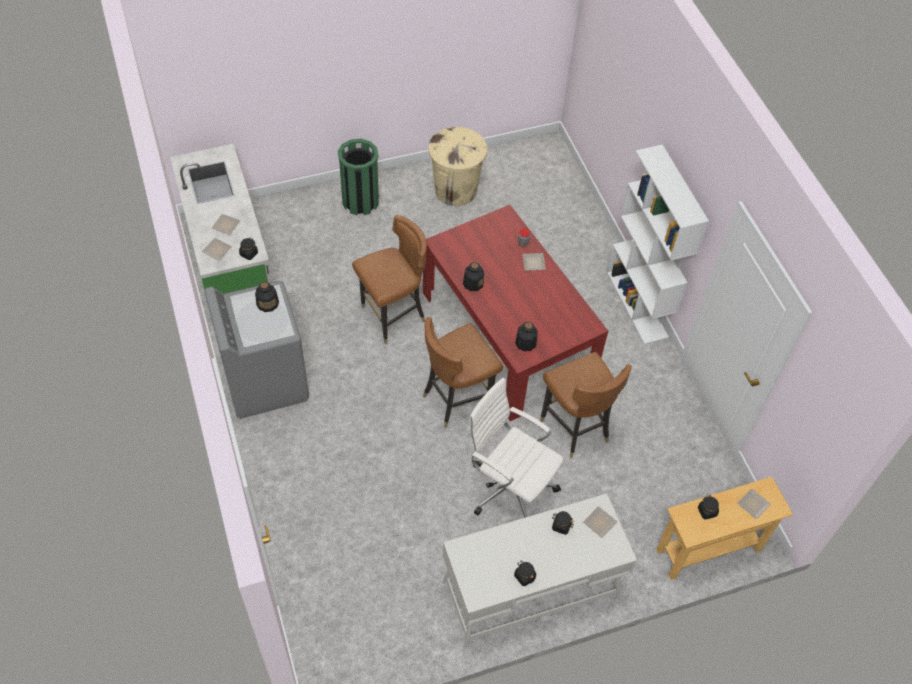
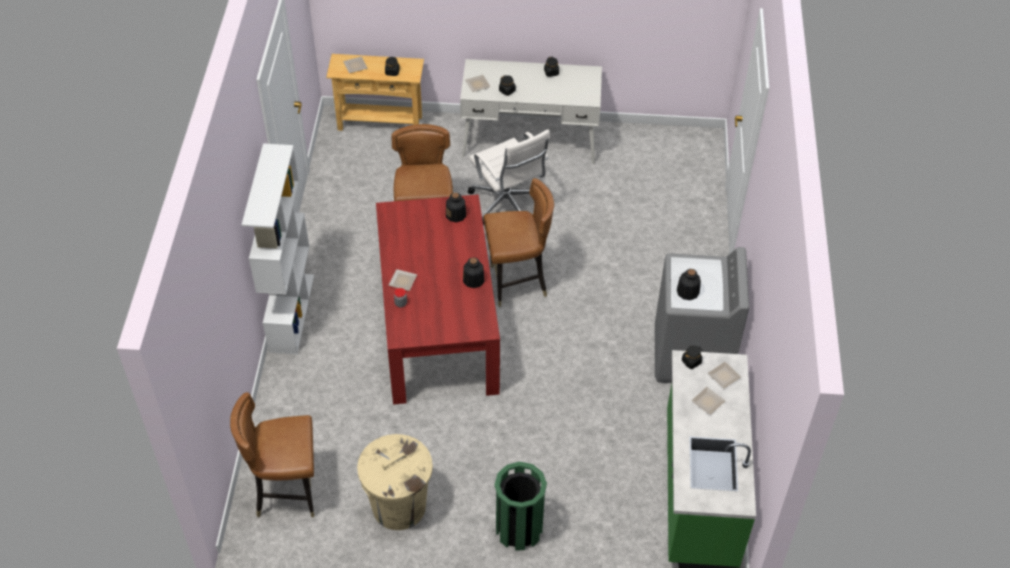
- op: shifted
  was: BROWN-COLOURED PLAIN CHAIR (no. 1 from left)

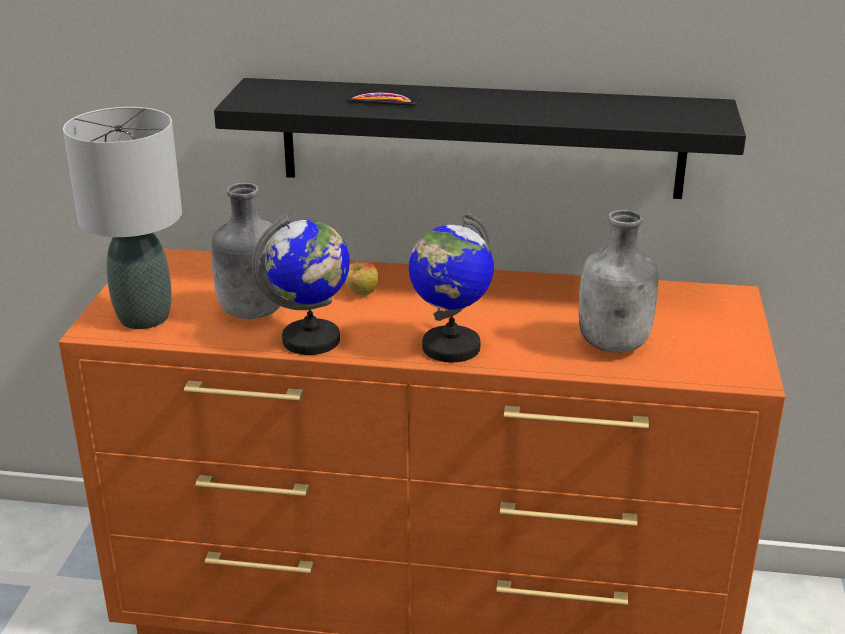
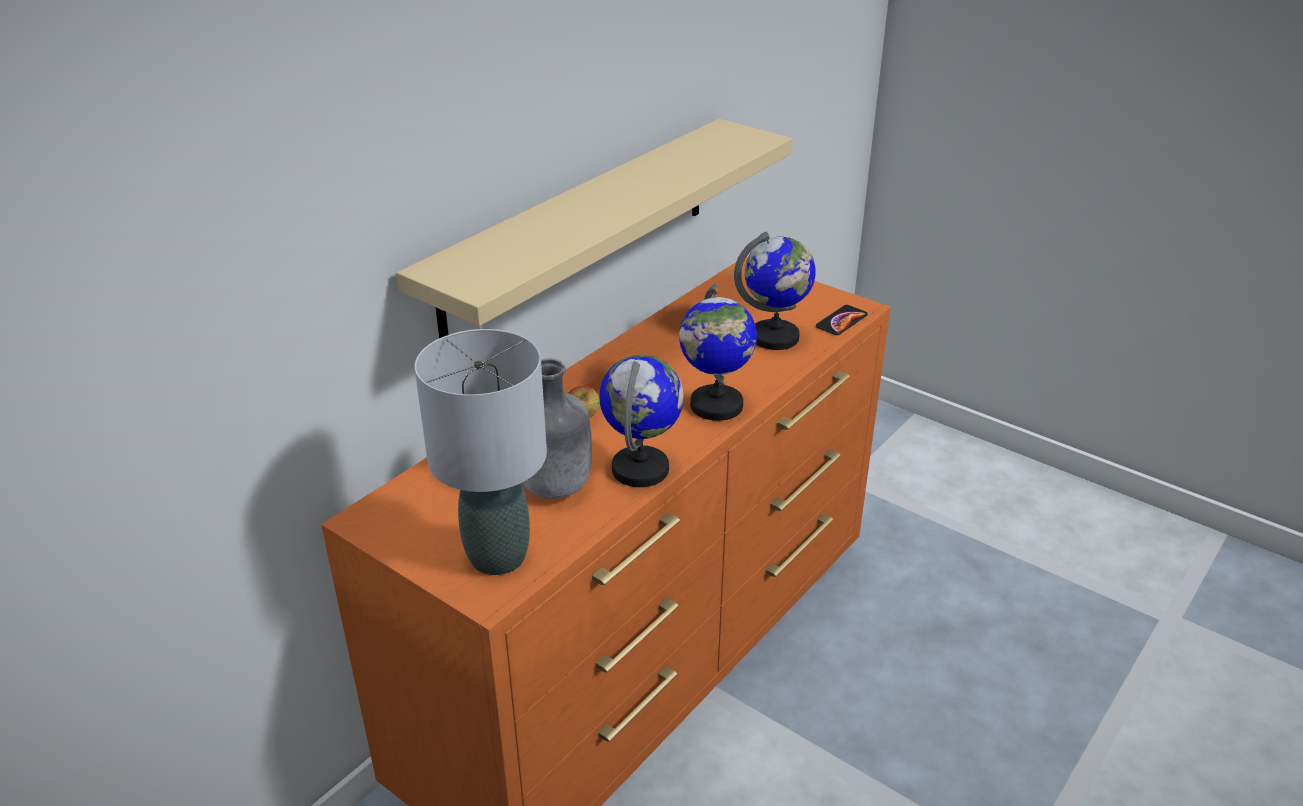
- op: repainted
  was: BLACK-COLOURED WALL SHELF
  now: SAND-COLOURED WALL SHELF
- op: shifted
  was: TELEPHONE
- op: swapped
  was: GREYISH BOTTLE (no. 2 from left)
  now: GLOBE (no. 3 from left)

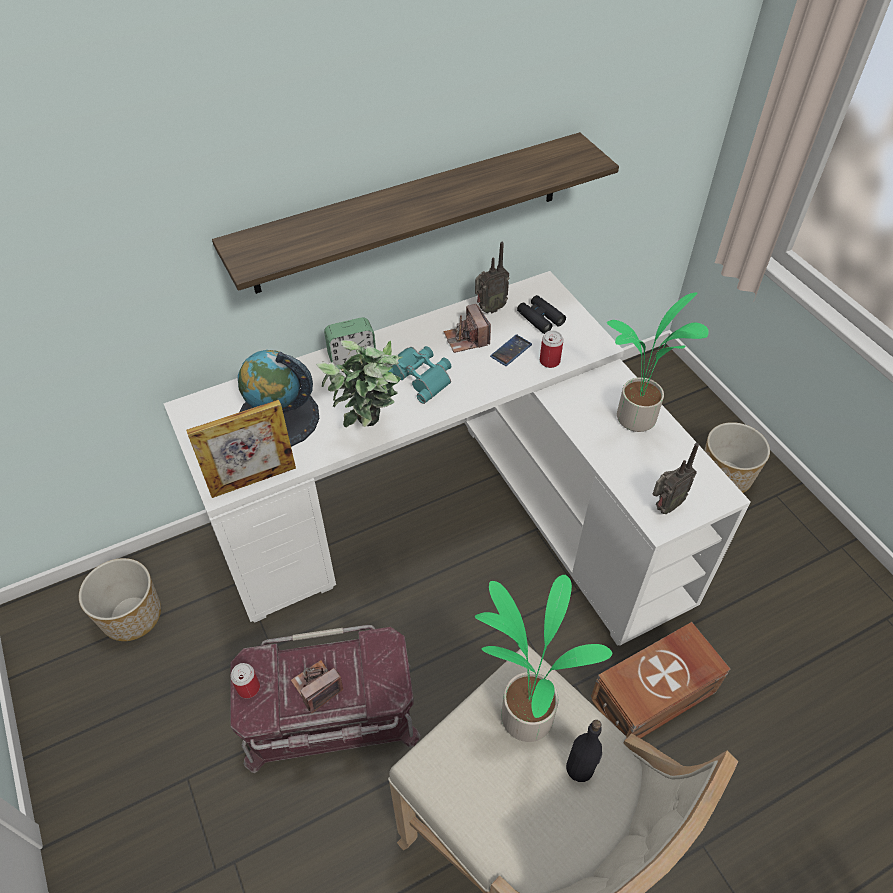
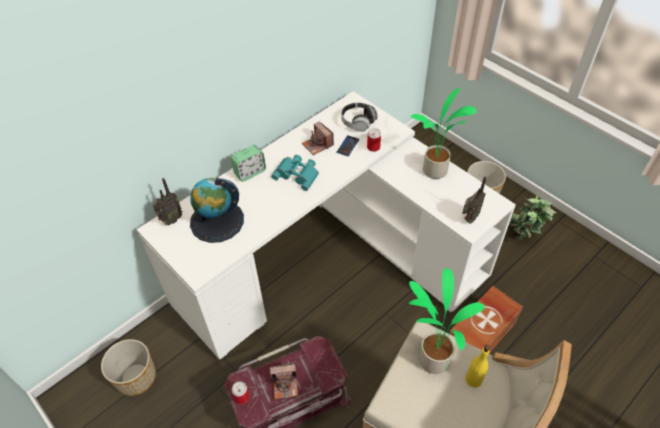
- op: gone
  was: PICTURE FRAME
- op: gone
  was: WALL SHELF
- op: rotated
  was: STILL CAMERA (no. 1 from left)
  clockwise: -135
- op: shifted
  was: POTTED PLANT (no. 1 from left in the first image)
  now: POTTED PLANT (no. 3 from left)
- op: shifted
  was: RADIO RECEIVER (no. 1 from left)
- op: swapped
  was: BLACK-COLOURED PAIR OF BINOCULARS
  now: HEADPHONES
- op: repainted
  was: BLACK-COLOURED BOTTLE
  now: YELLOW BOTTLE

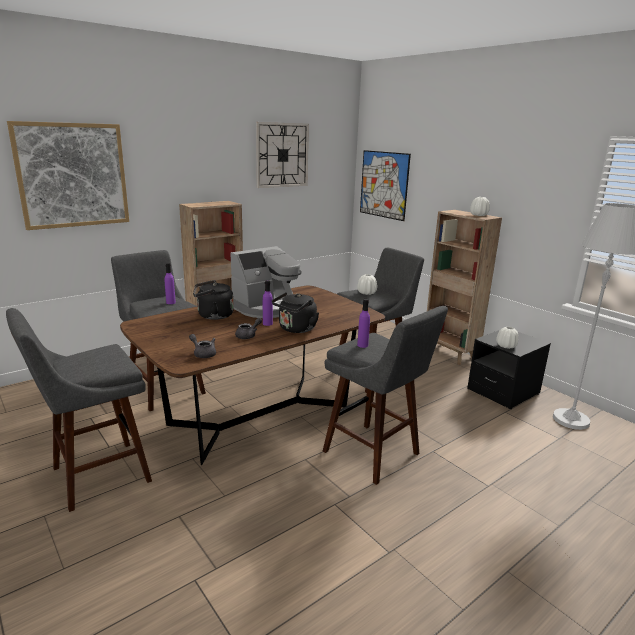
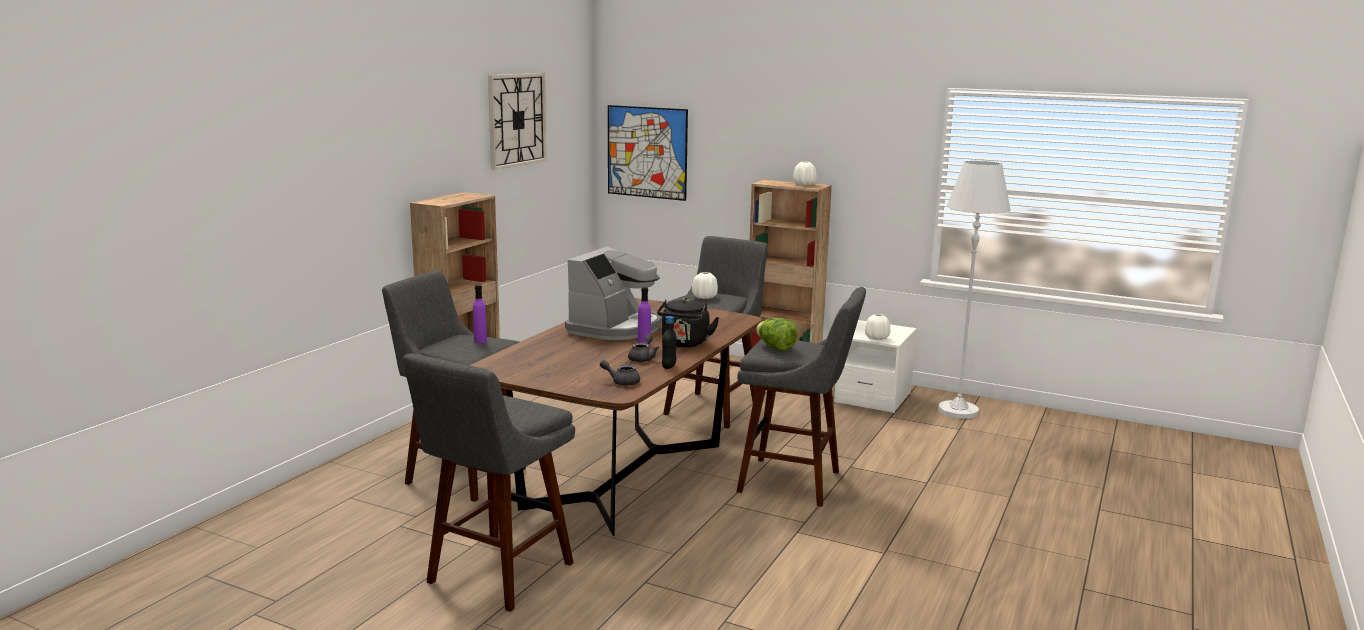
- op: gone
  was: WALL ART (no. 1 from left)
- op: gone
  was: BLACK-COLOURED WATER KETTLE (no. 1 from left)
- op: swapped
  was: PURPLE-COLOURED BOTTLE (no. 3 from left)
  now: HEAD OF LETTUCE
- op: repainted
  was: BLACK-COLOURED NIGHT TABLE
  now: WHITISH NIGHT TABLE
- op: new
  now: BLACK-COLOURED BOTTLE

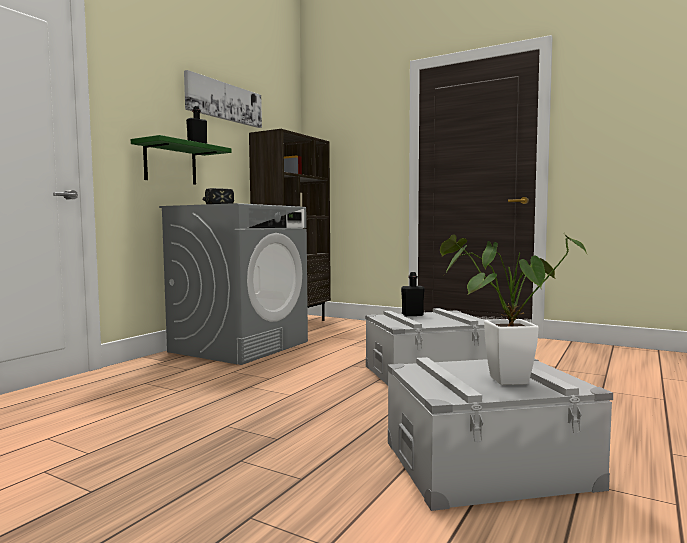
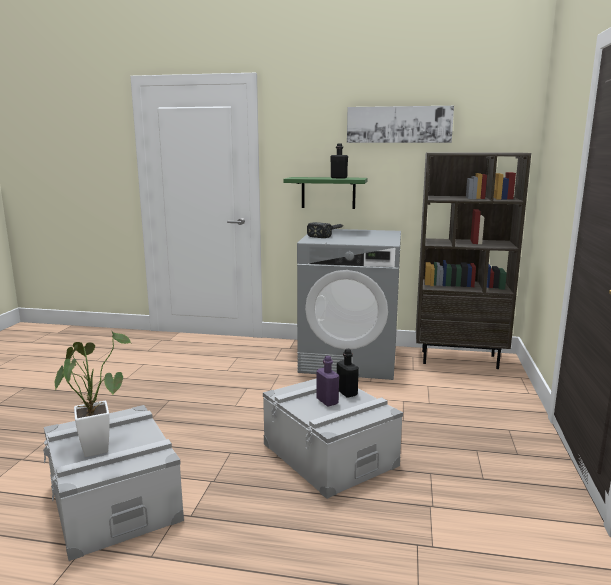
- op: new
  now: PURPLE-COLOURED BOTTLE

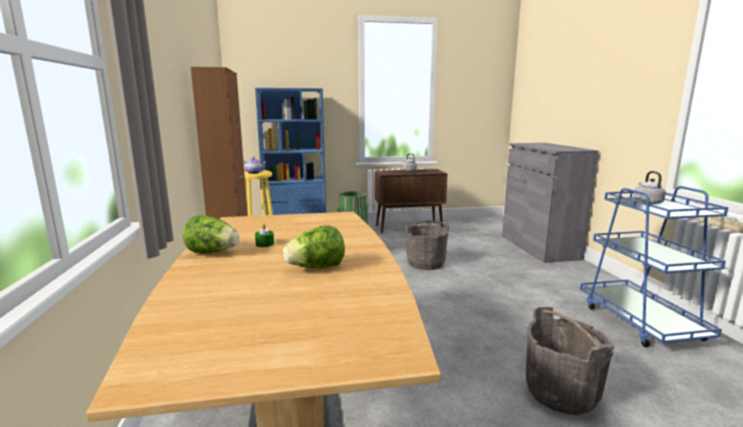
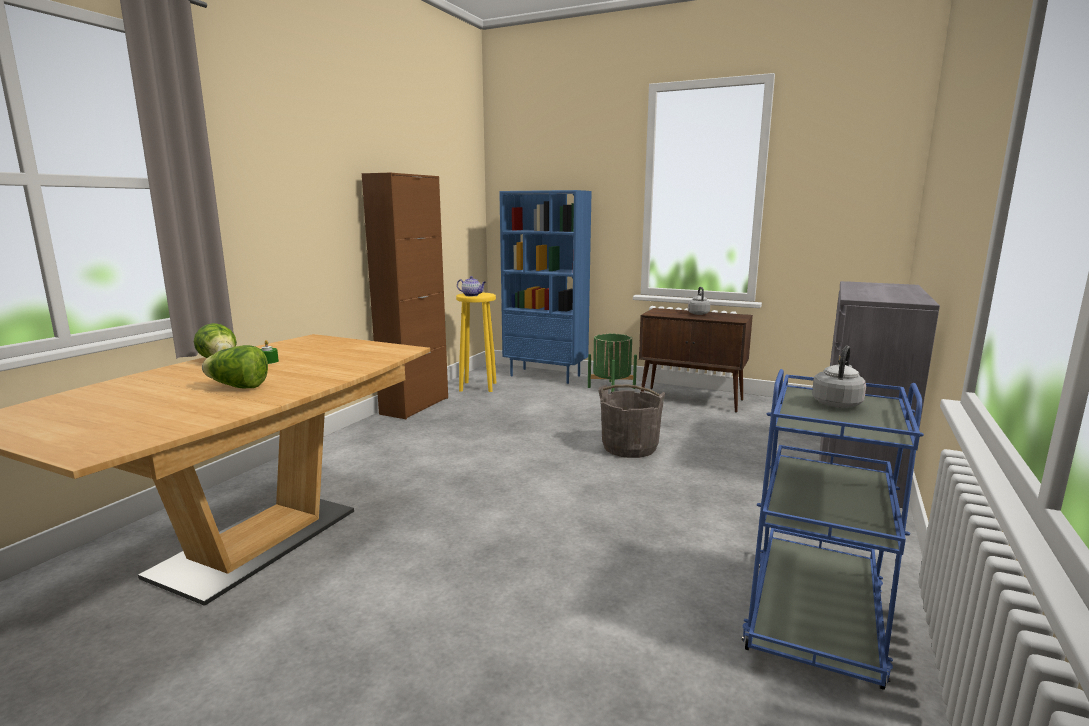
- op: gone
  was: GREYISH WATER BUCKET (no. 2 from left)

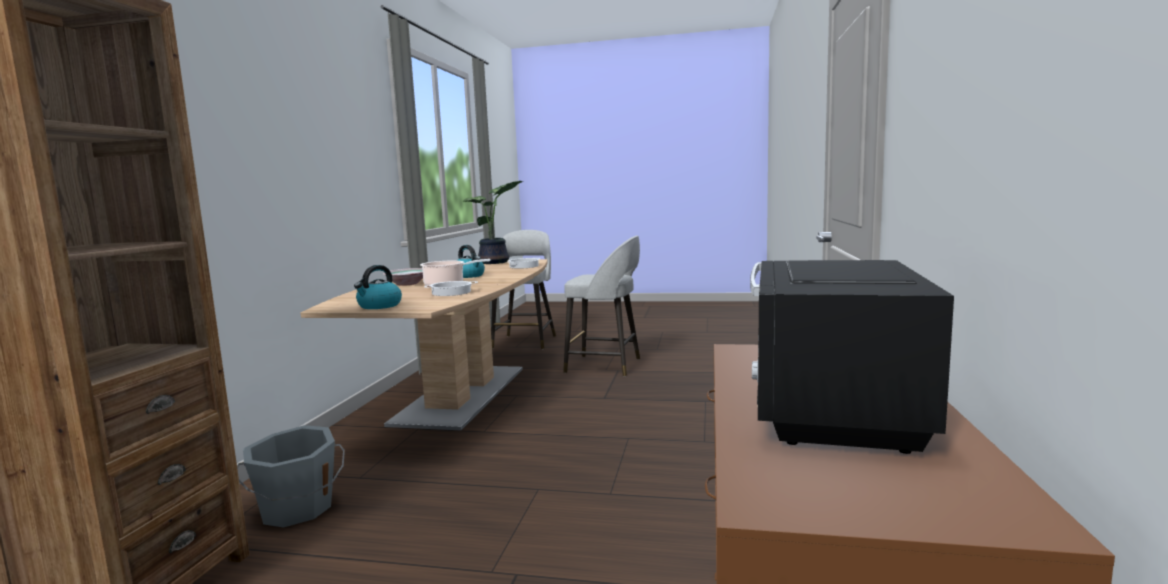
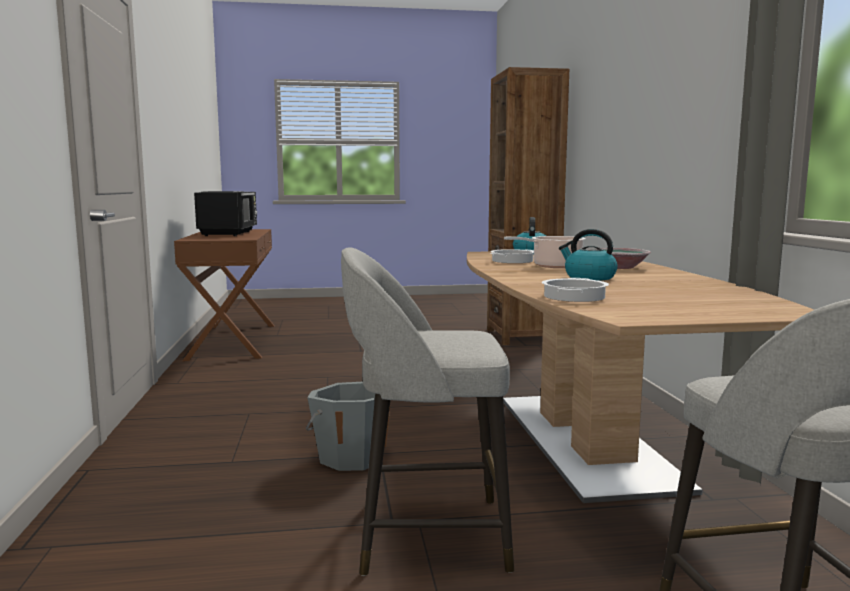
- op: shifted
  was: GREYISH WATER BUCKET
- op: gone
  was: POTTED PLANT

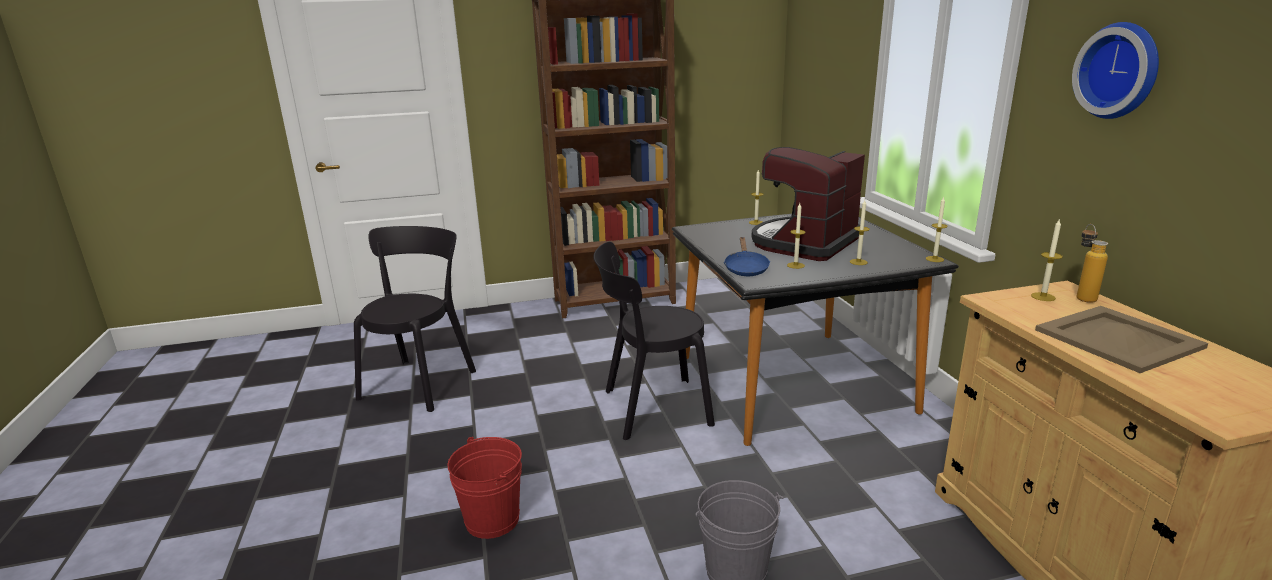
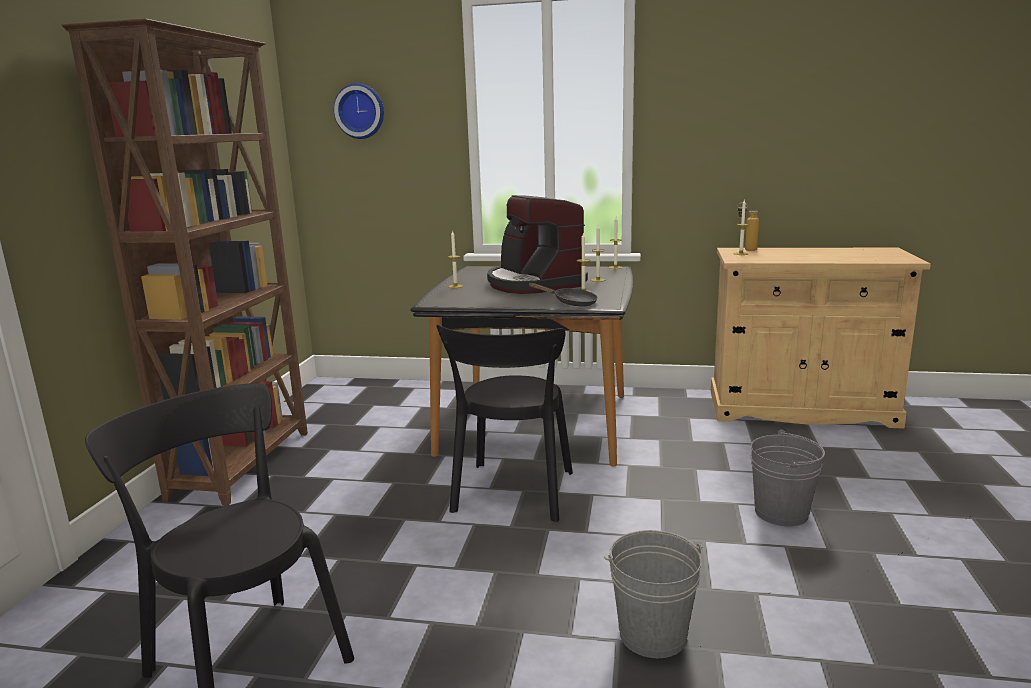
- op: repainted
  was: RED-COLOURED WATER BUCKET
  now: GREYISH WATER BUCKET (no. 1 from left)
- op: repainted
  was: BLUE SKILLET
  now: BLACK-COLOURED SKILLET
- op: gone
  was: SAND-COLOURED CARRYING TRAY
- op: shifted
  was: CLOCK ON THE WALL

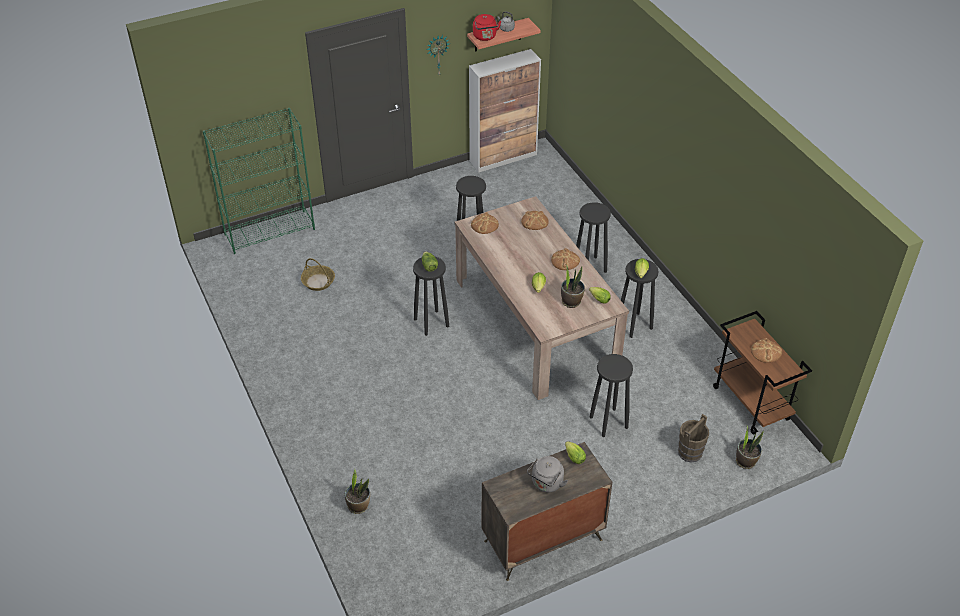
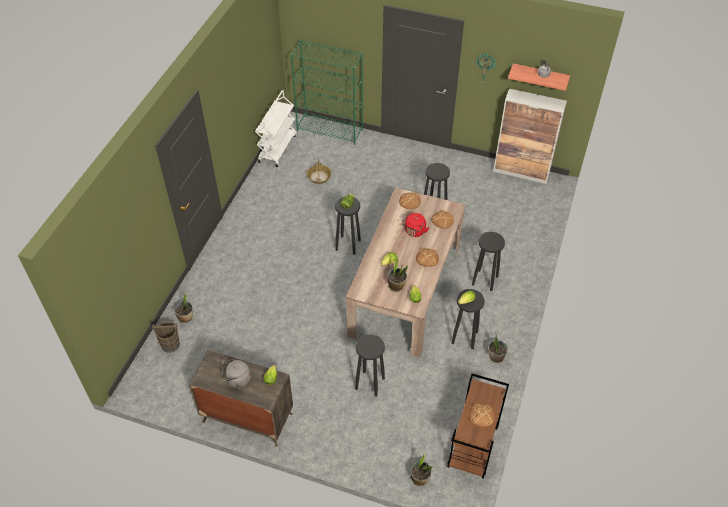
- op: shifted
  was: RED-COLOURED WATER KETTLE
- op: shifted
  was: BROWN-COLOURED WATER BUCKET
- op: new
  now: WHITISH TROLLEY
- op: new
  now: POTTED PLANT (no. 4 from left)

